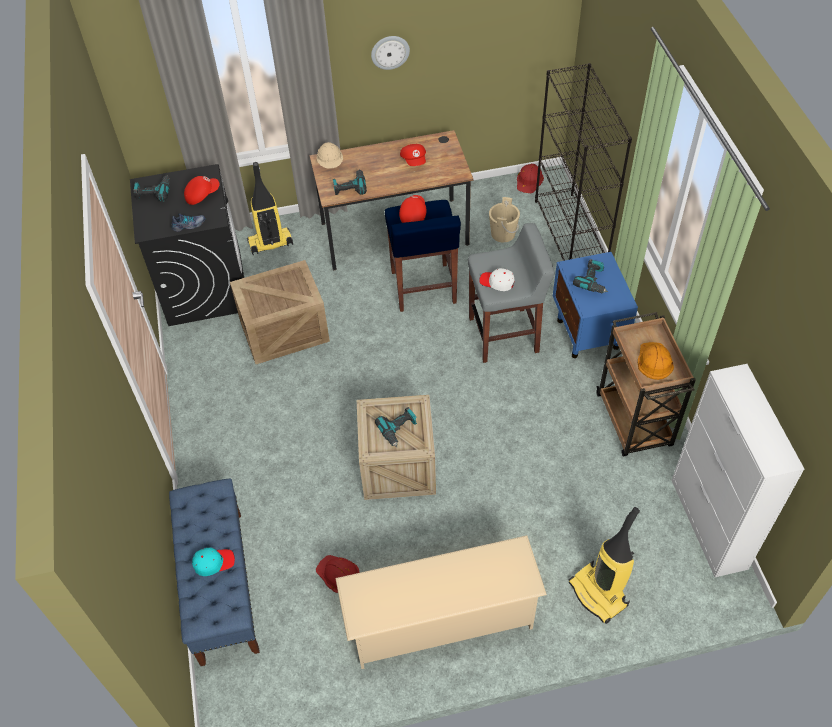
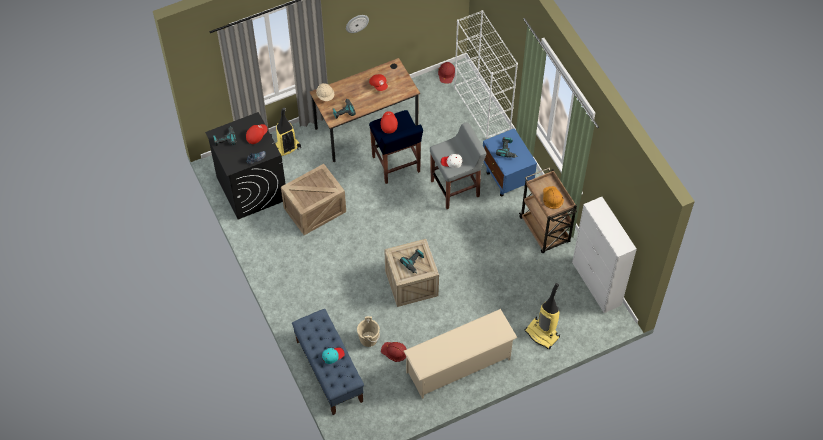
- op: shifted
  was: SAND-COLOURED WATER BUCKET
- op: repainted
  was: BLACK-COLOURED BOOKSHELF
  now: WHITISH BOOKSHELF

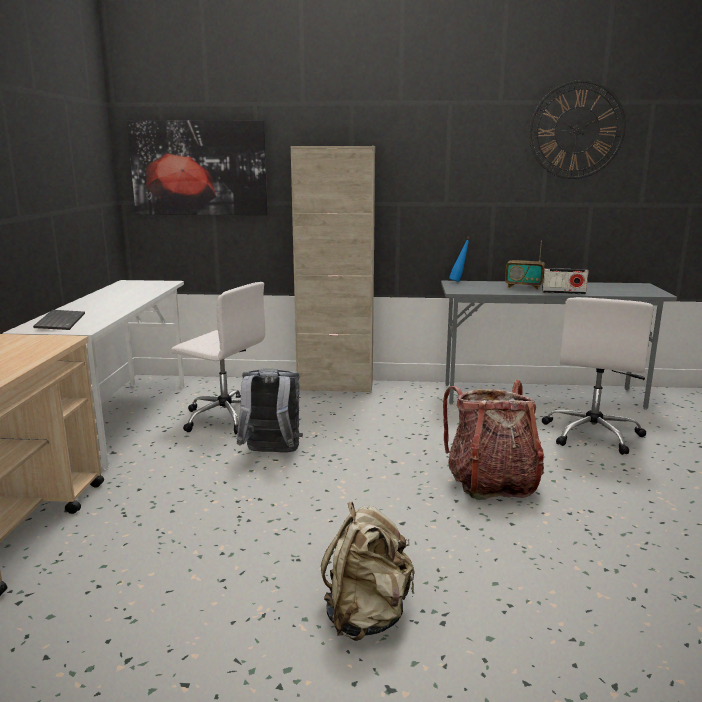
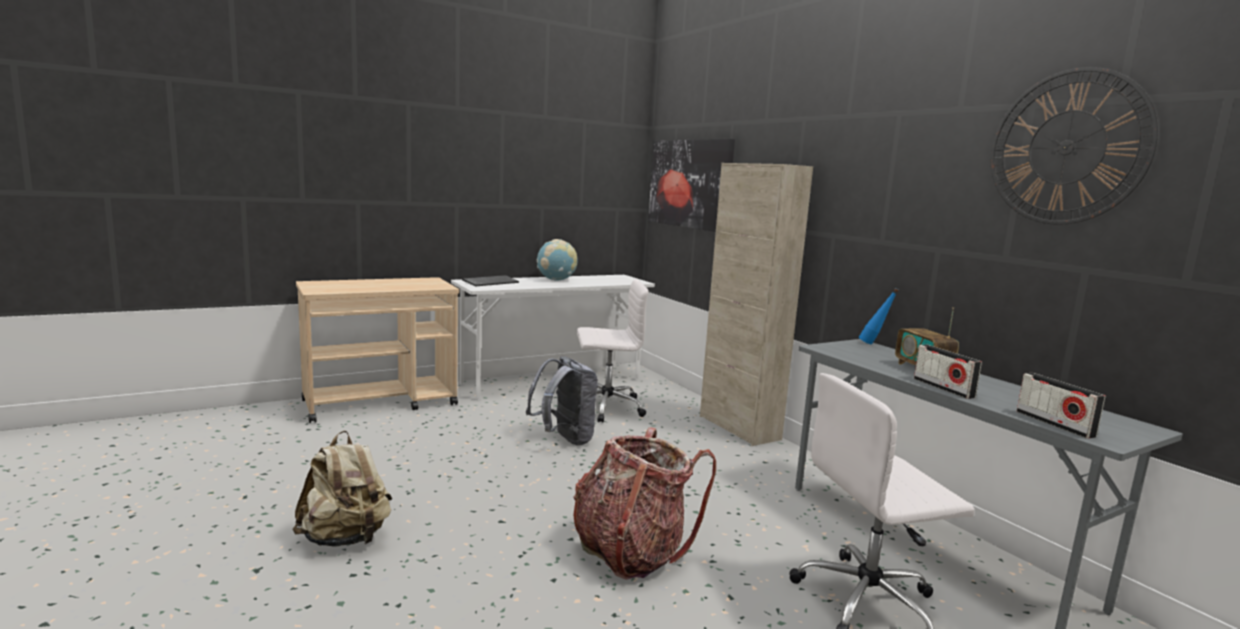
- op: rotated
  was: WHITISH OFFICE CHAIR (no. 1 from left)
  clockwise: -90
- op: new
  now: GLOBE
- op: new
  now: RADIO RECEIVER (no. 3 from left)

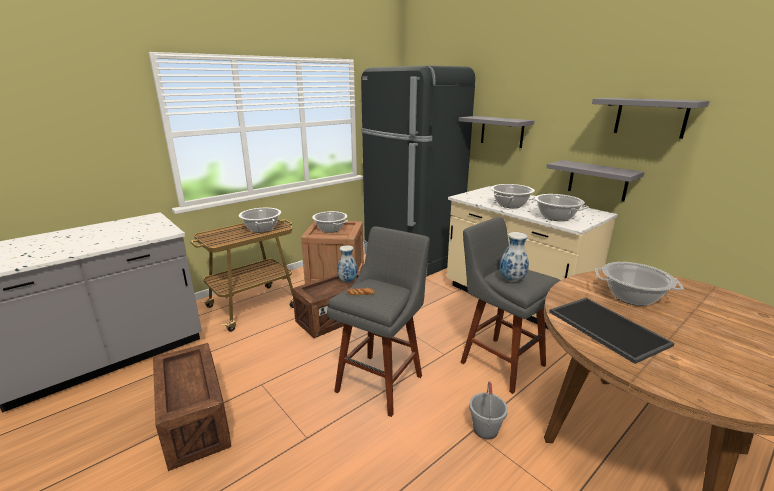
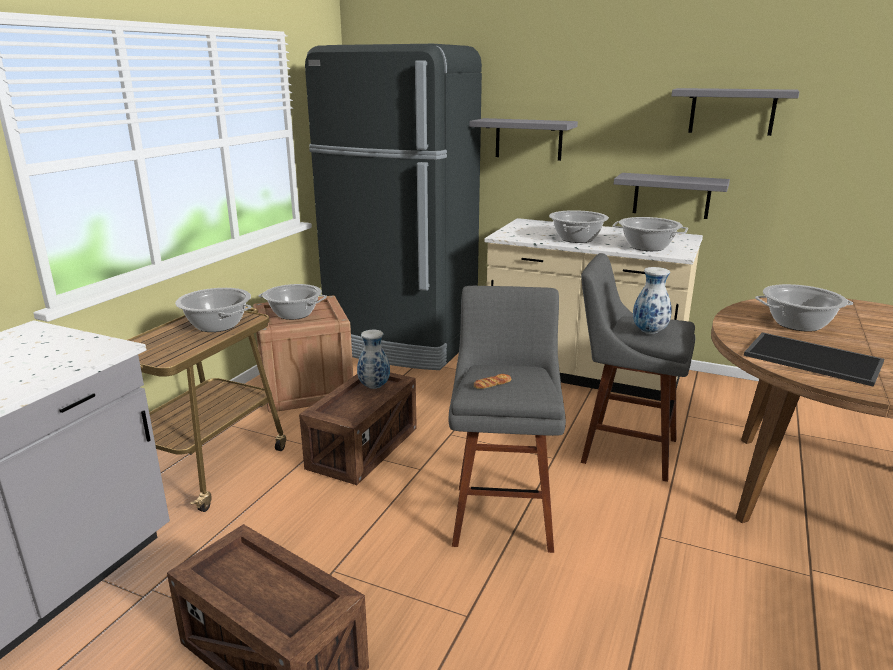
- op: gone
  was: GREYISH WATER BUCKET

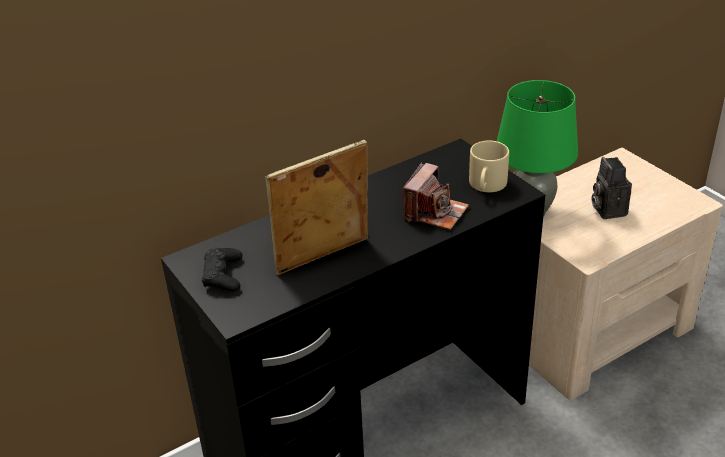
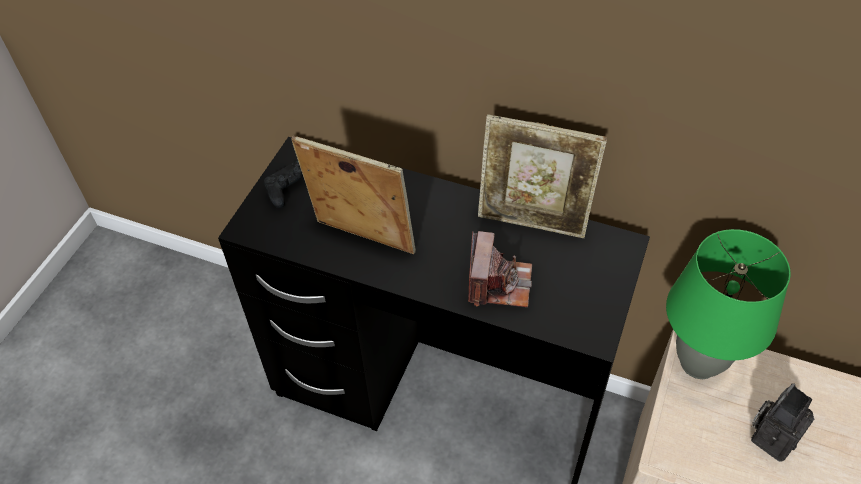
- op: rotated
  was: STILL CAMERA (no. 1 from left)
  clockwise: -75
- op: gone
  was: SAND-COLOURED COFFEE MUG
- op: new
  now: PICTURE FRAME (no. 2 from left)

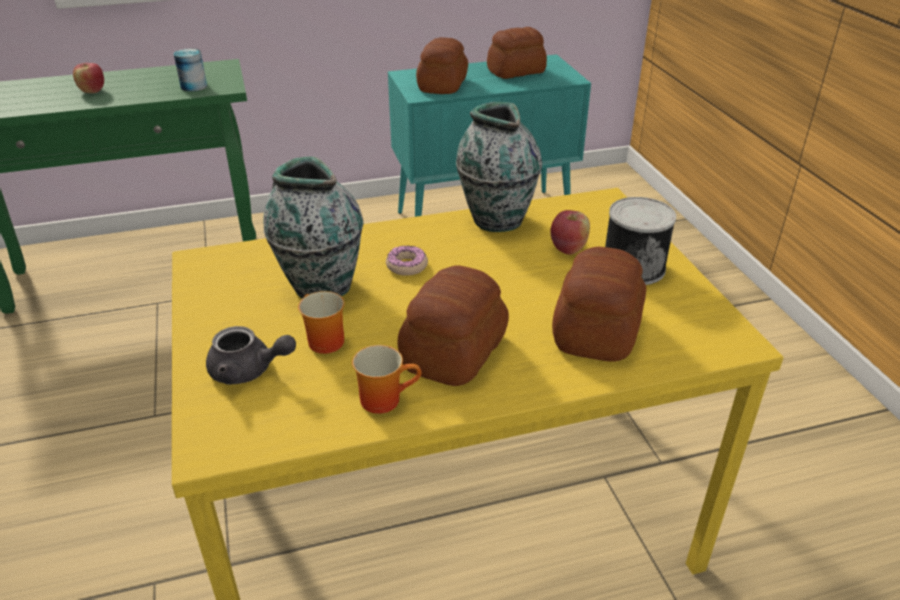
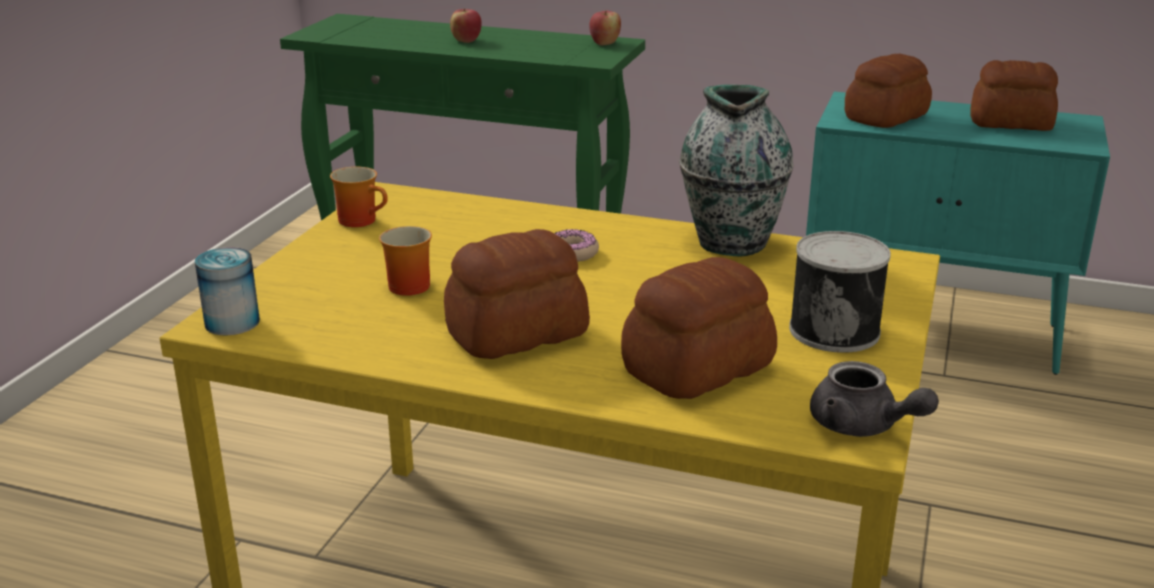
- op: shifted
  was: SEALED CAN (no. 1 from left)
- op: shifted
  was: GREYISH POT FOR TEA
- op: gone
  was: DECORATIVE VASE (no. 1 from left)
- op: shifted
  was: COFFEE MUG (no. 2 from left in the first image)
  now: COFFEE MUG (no. 1 from left)
- op: shifted
  was: WHOLE APPLE (no. 2 from left)

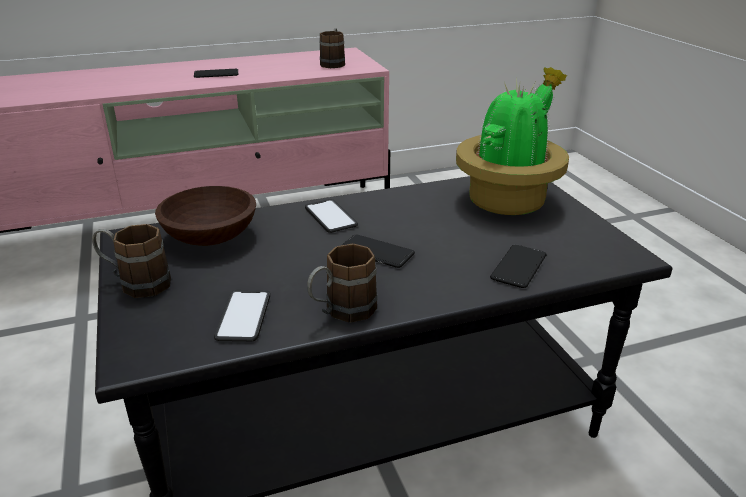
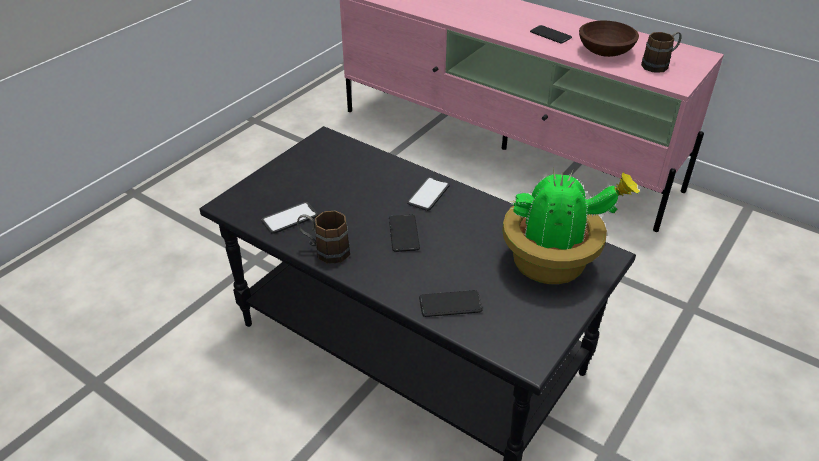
- op: gone
  was: BROWN-COLOURED COFFEE MUG (no. 1 from left)
- op: shifted
  was: BROWN-COLOURED DEEP DISH

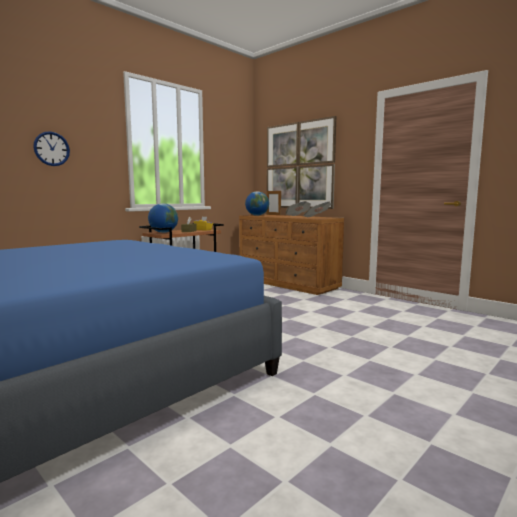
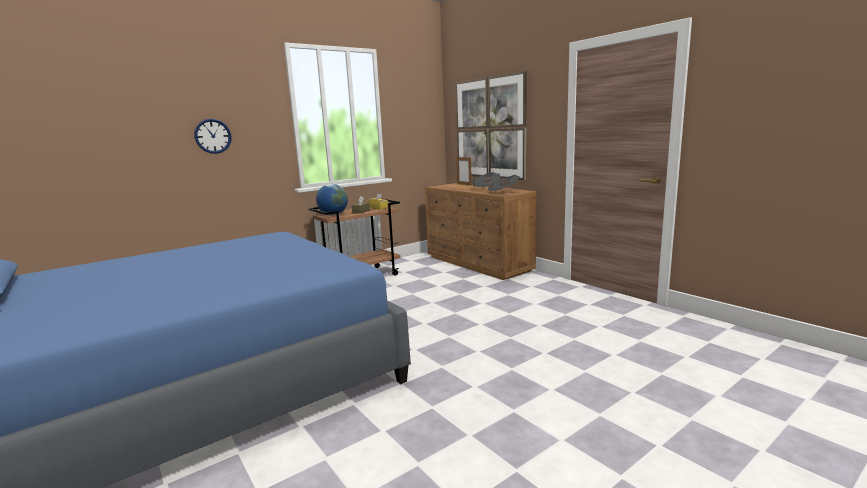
- op: gone
  was: GLOBE (no. 2 from left)

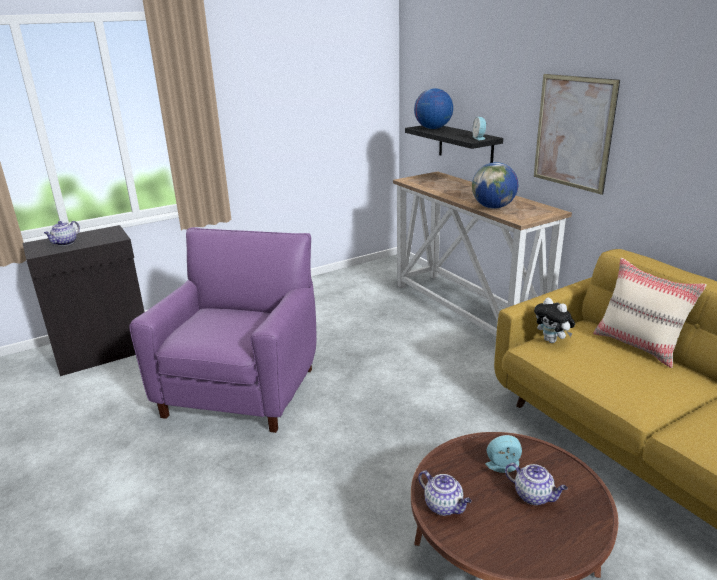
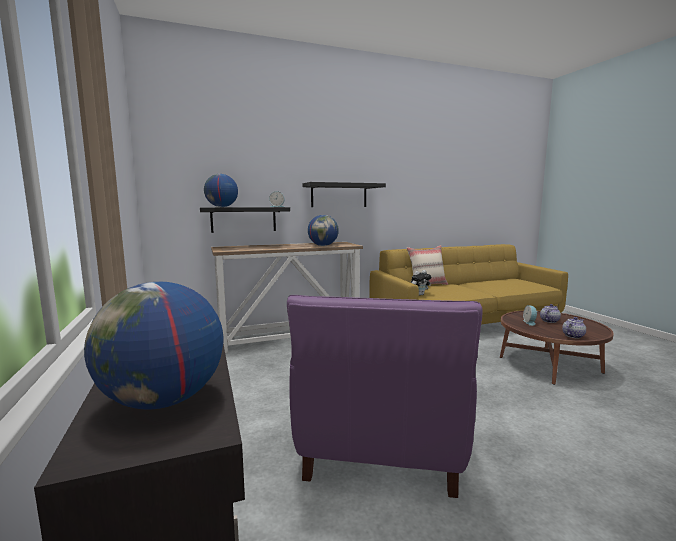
- op: swapped
  was: POT FOR TEA (no. 1 from left)
  now: GLOBE (no. 1 from left)
- op: rotated
  was: PURPLE-COLOURED LOUNGE CHAIR
  clockwise: -105
- op: swapped
  was: WALL ART
  now: BLACK-COLOURED WALL SHELF (no. 2 from left)

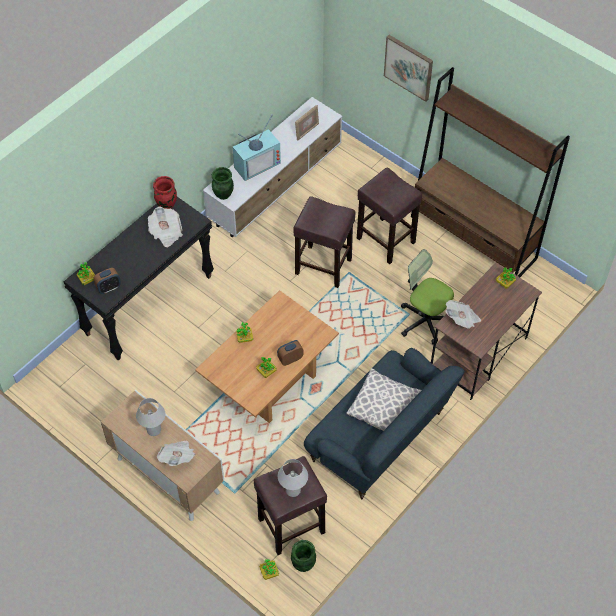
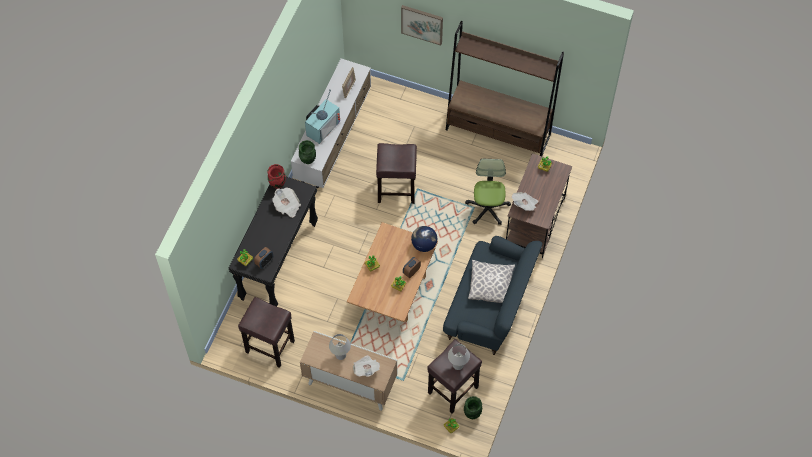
- op: shifted
  was: BROWN-COLOURED STOOL SEAT (no. 3 from left in the first image)
  now: BROWN-COLOURED STOOL SEAT (no. 1 from left)
- op: rotated
  was: OFFICE CHAIR
  clockwise: 75
- op: new
  now: GLOBE

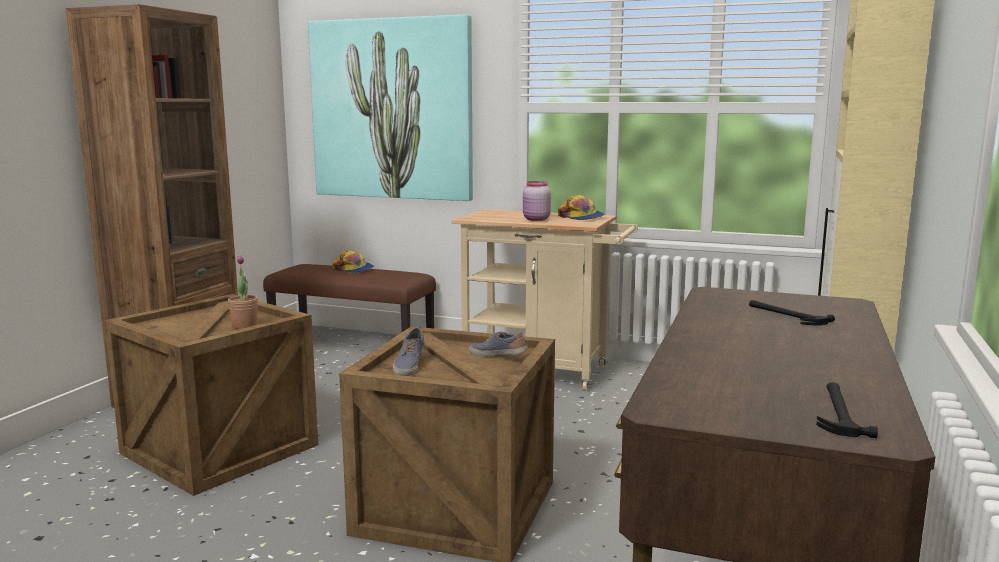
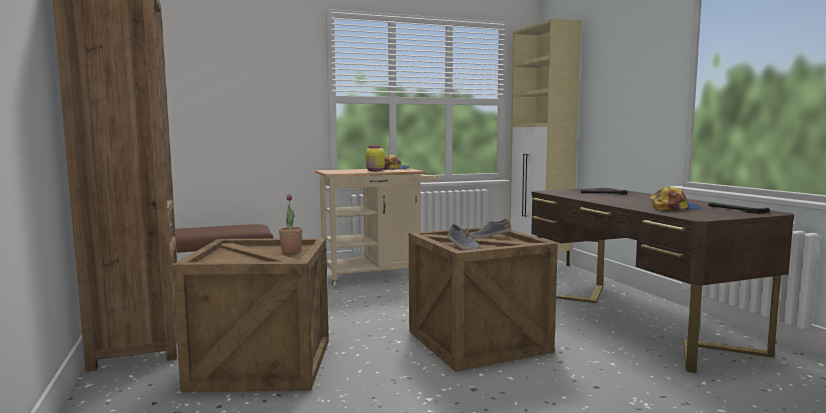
- op: gone
  was: WALL ART
- op: shifted
  was: PEAKED CAP (no. 1 from left in the first image)
  now: PEAKED CAP (no. 2 from left)
- op: repainted
  was: PINKISH PRESERVE JAR
  now: YELLOW PRESERVE JAR

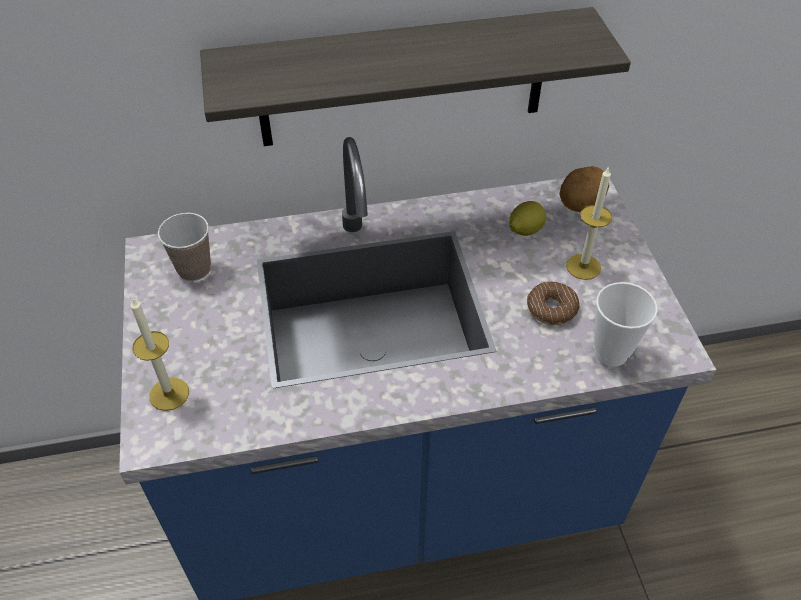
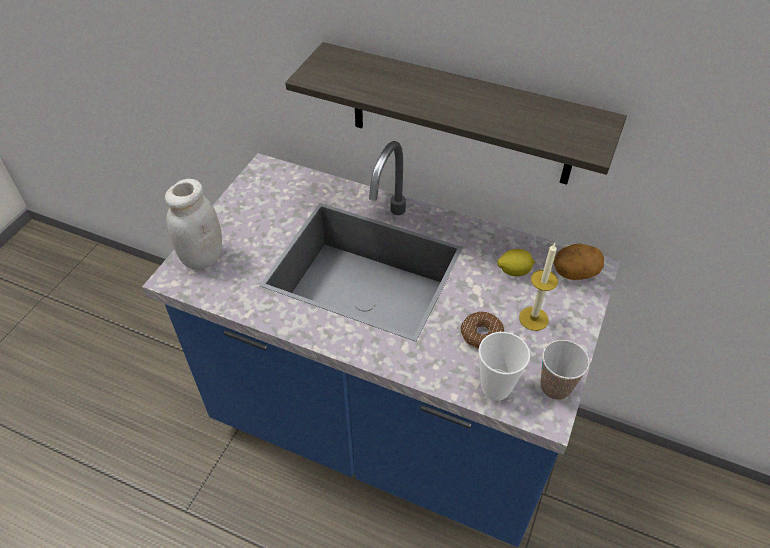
- op: swapped
  was: CANDLE (no. 1 from left)
  now: WHITISH PRESERVE JAR
- op: shifted
  was: DRINKING CUP (no. 1 from left in the first image)
  now: DRINKING CUP (no. 2 from left)

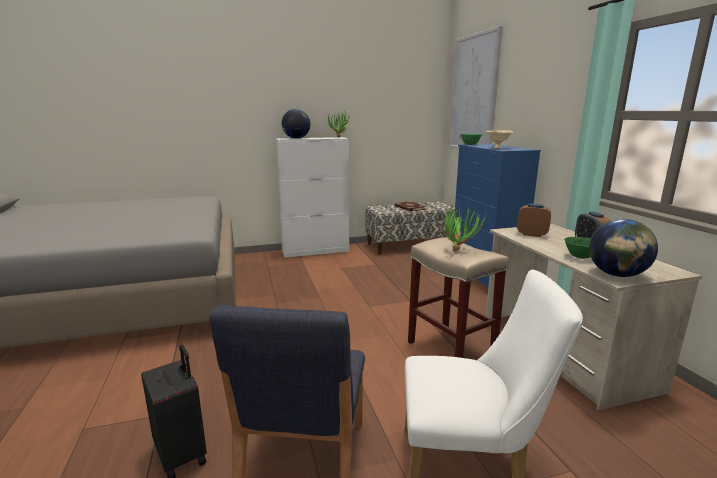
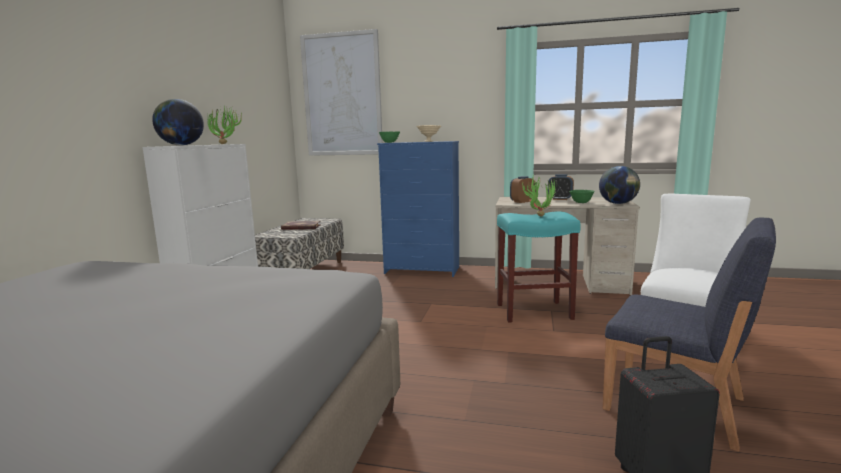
- op: repainted
  was: SAND-COLOURED STOOL SEAT
  now: TURQUOISE STOOL SEAT

